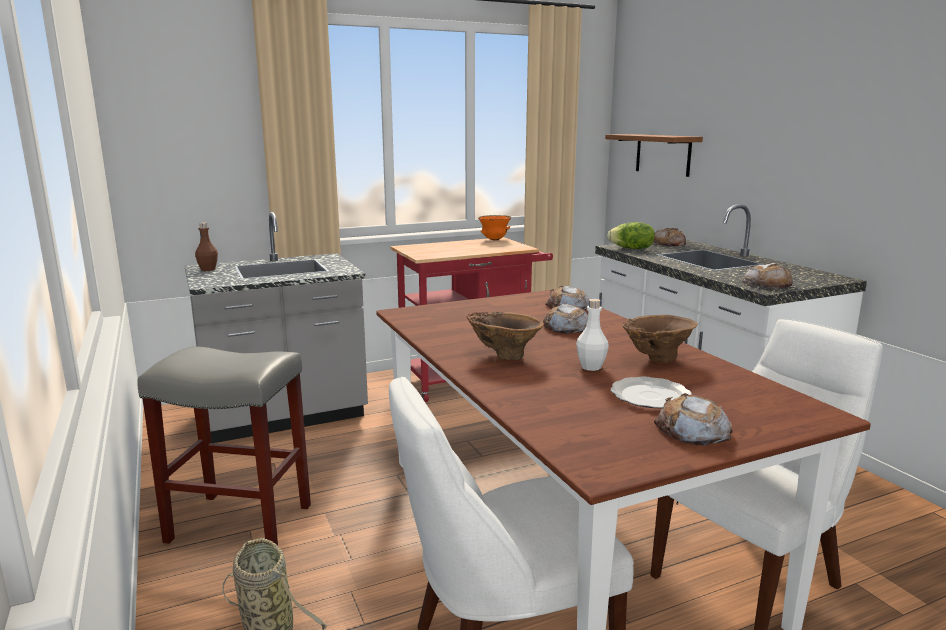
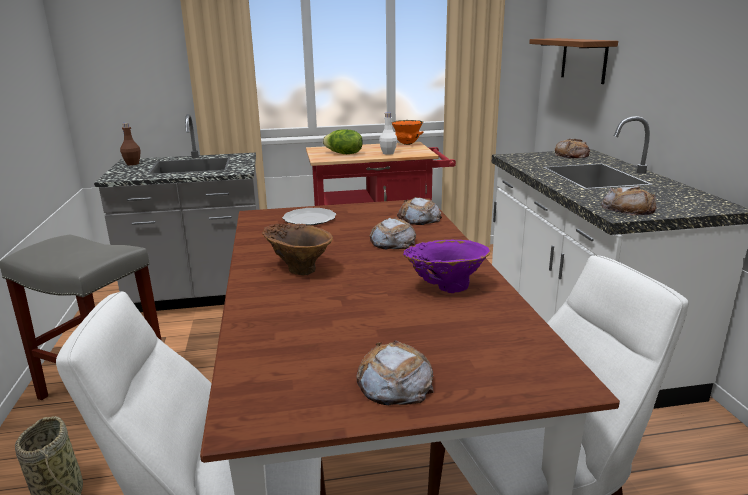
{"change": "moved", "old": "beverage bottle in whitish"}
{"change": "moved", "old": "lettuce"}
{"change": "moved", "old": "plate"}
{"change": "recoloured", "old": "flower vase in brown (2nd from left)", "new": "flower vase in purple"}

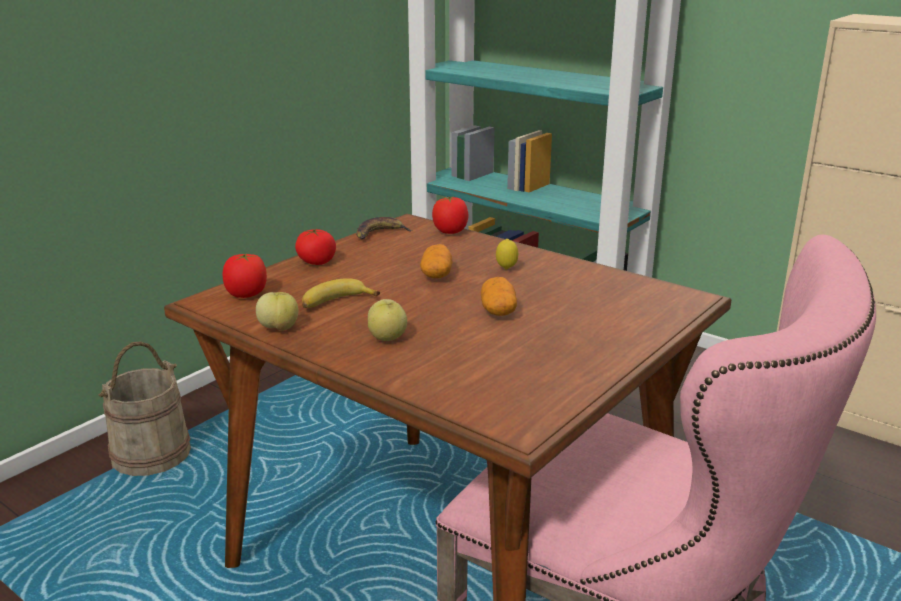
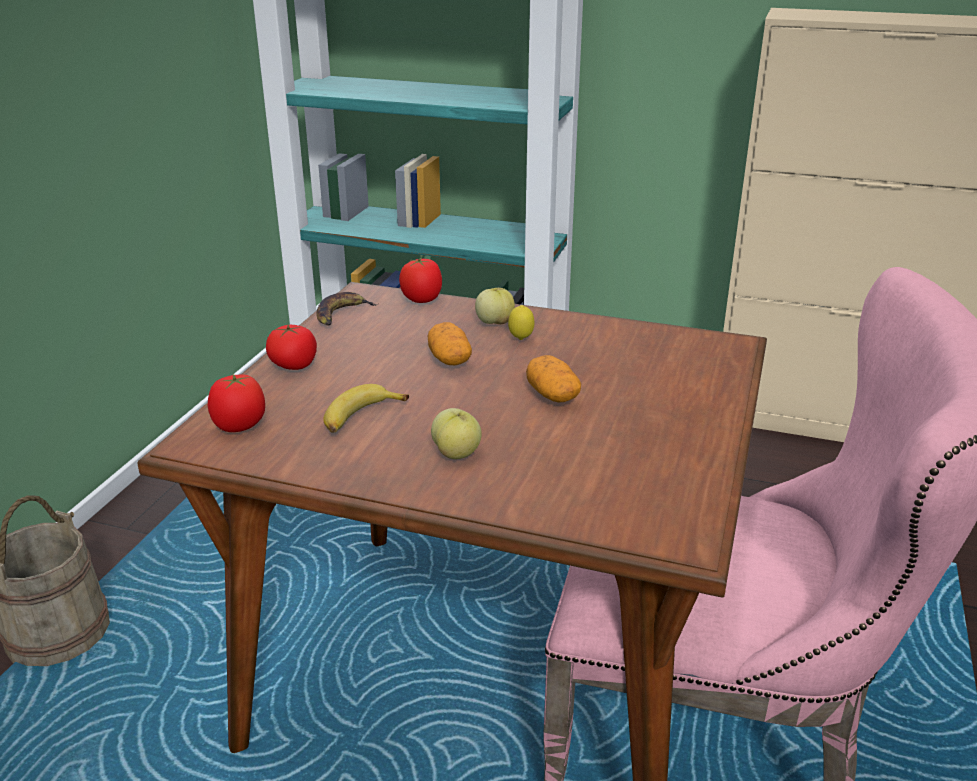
{"change": "moved", "old": "apple (1st from left in the first image)", "new": "apple (2nd from left)"}

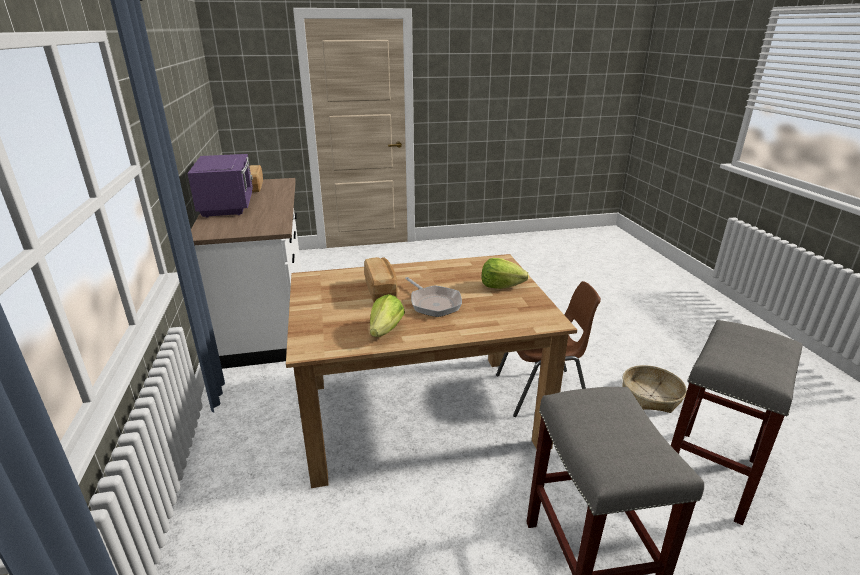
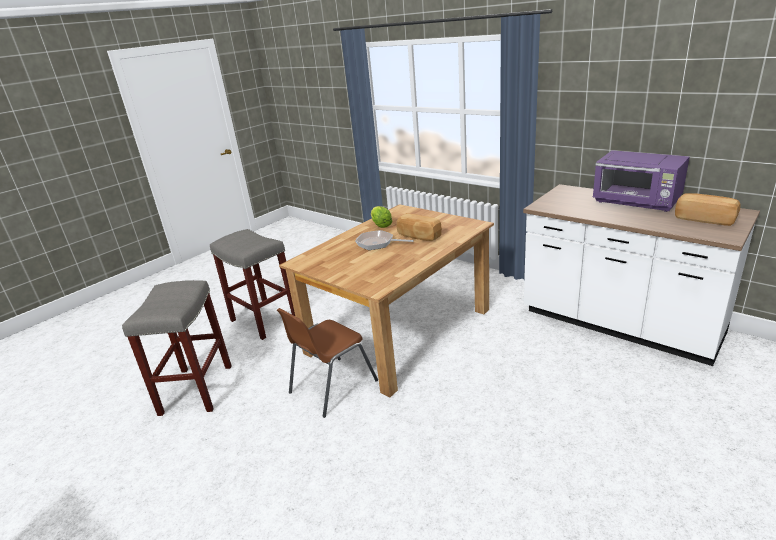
{"change": "removed", "old": "lettuce (2nd from left)"}
{"change": "removed", "old": "storage basket"}

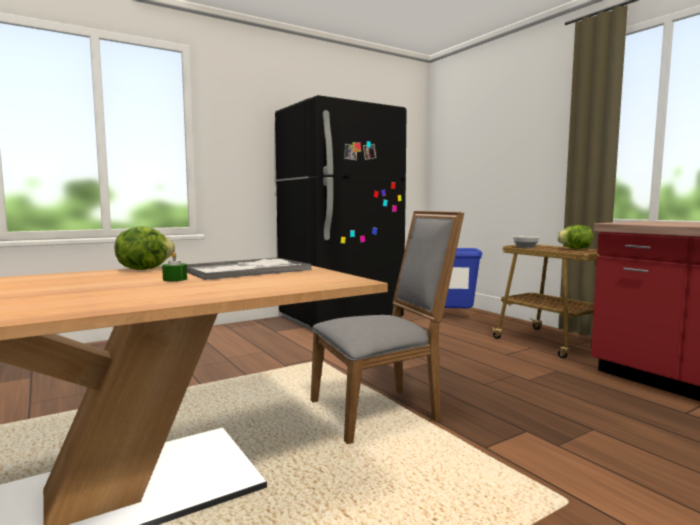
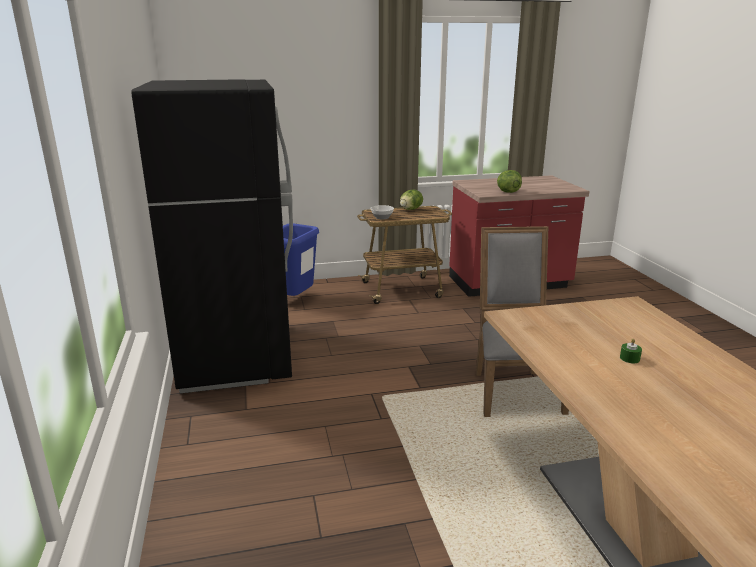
{"change": "moved", "old": "lettuce (1st from left in the first image)", "new": "lettuce (2nd from left)"}
{"change": "removed", "old": "tray"}

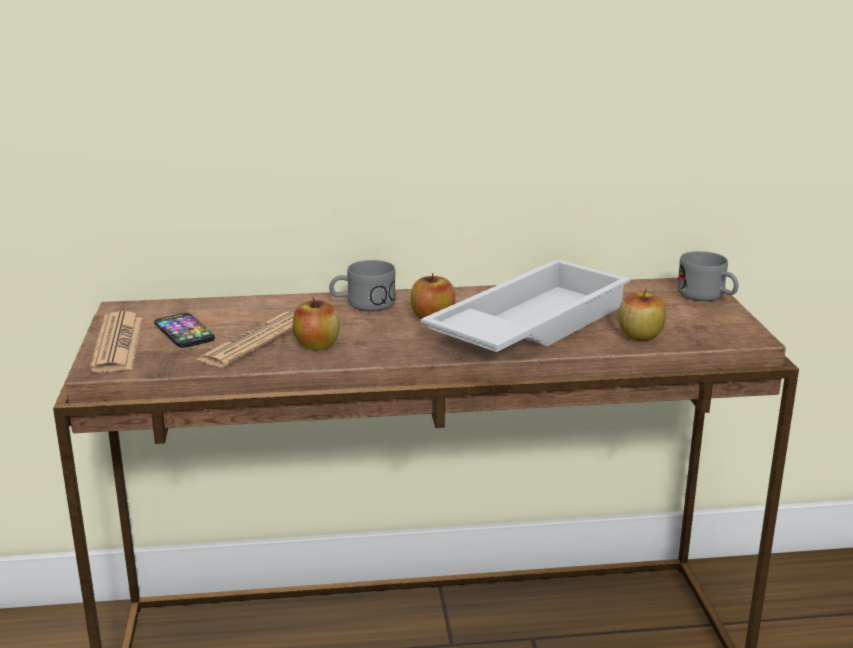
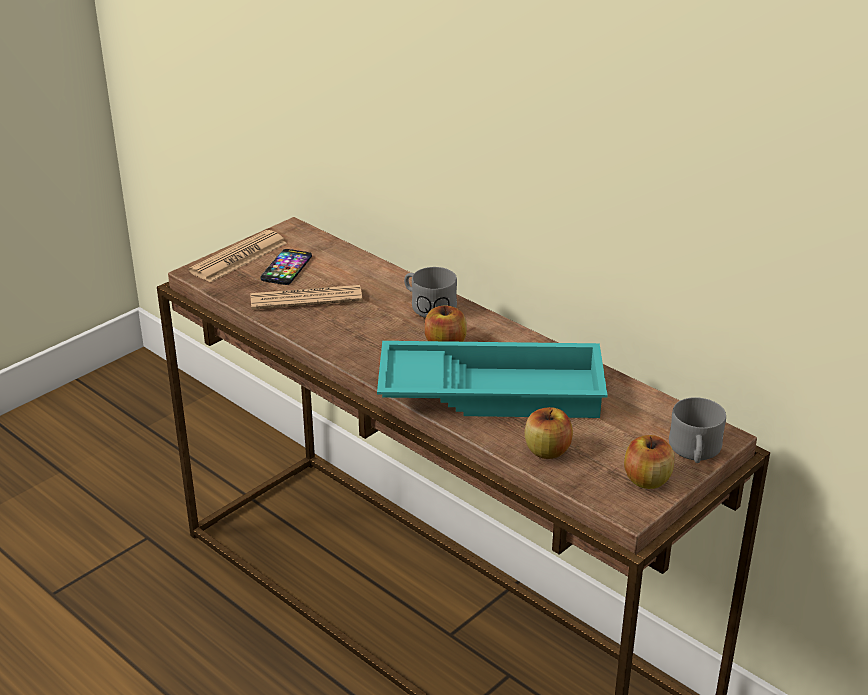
{"change": "moved", "old": "apple (1st from left in the first image)", "new": "apple (3rd from left)"}
{"change": "recoloured", "old": "tray in whitish", "new": "tray in turquoise-coloured"}

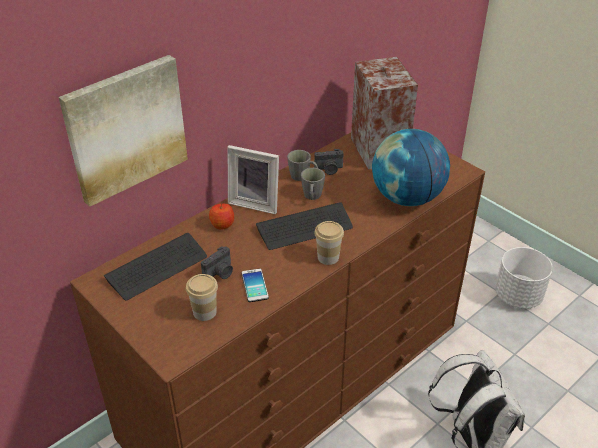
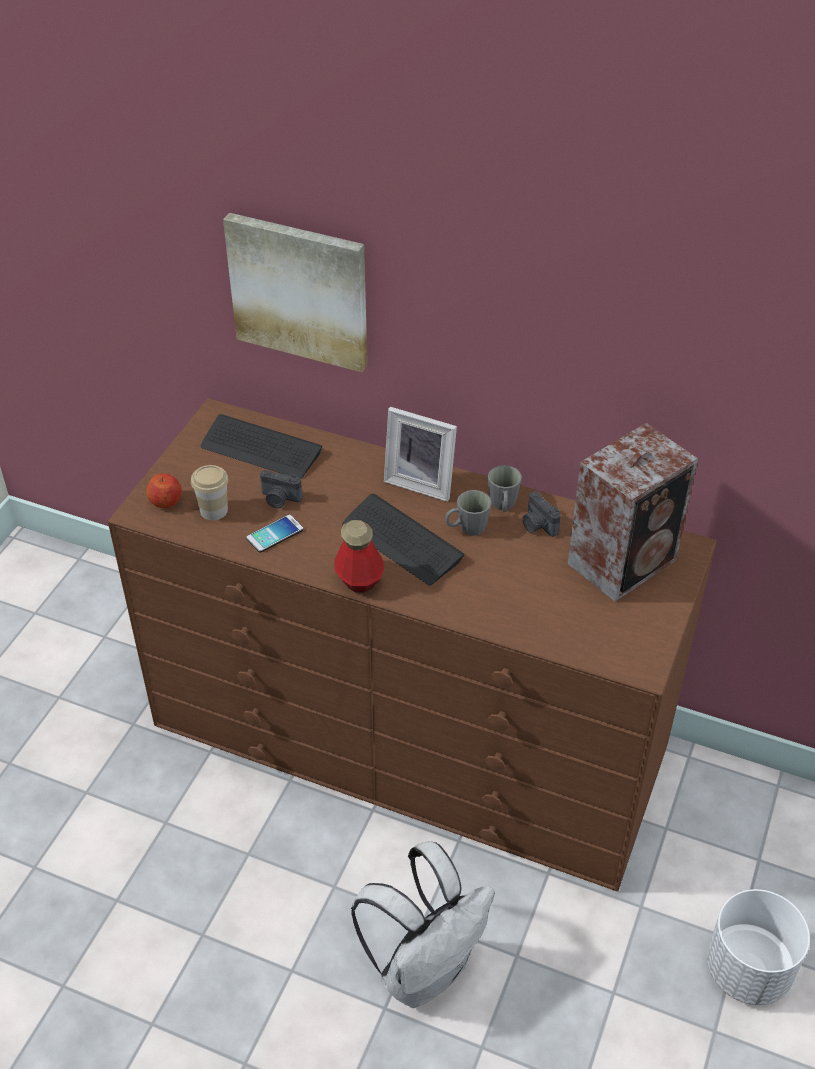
{"change": "moved", "old": "apple"}
{"change": "turned", "old": "photo frame", "degrees": -60}
{"change": "replaced", "old": "cup (2nd from left)", "new": "beverage bottle"}
{"change": "removed", "old": "desk globe"}

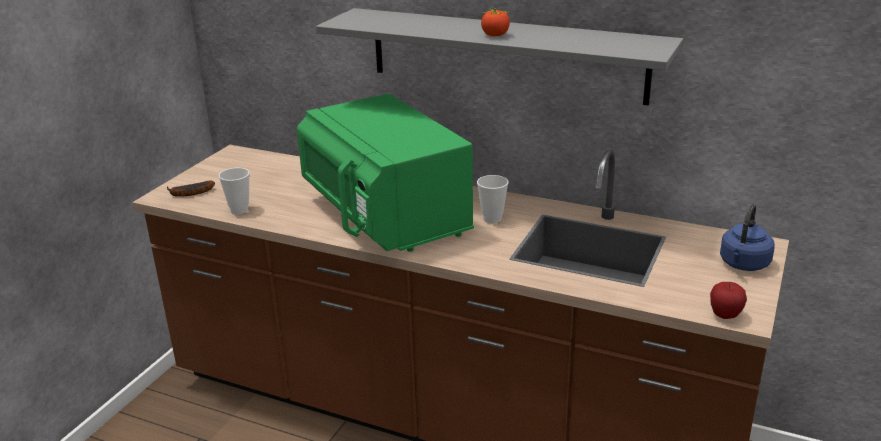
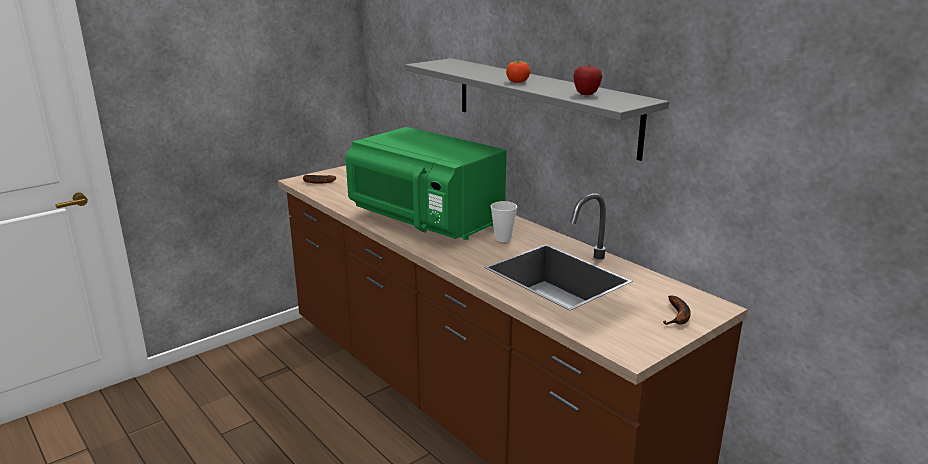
{"change": "removed", "old": "cup (1st from left)"}
{"change": "turned", "old": "microwave in green-coloured", "degrees": -45}
{"change": "moved", "old": "apple"}
{"change": "replaced", "old": "kettle in blue", "new": "whole banana (2nd from left)"}

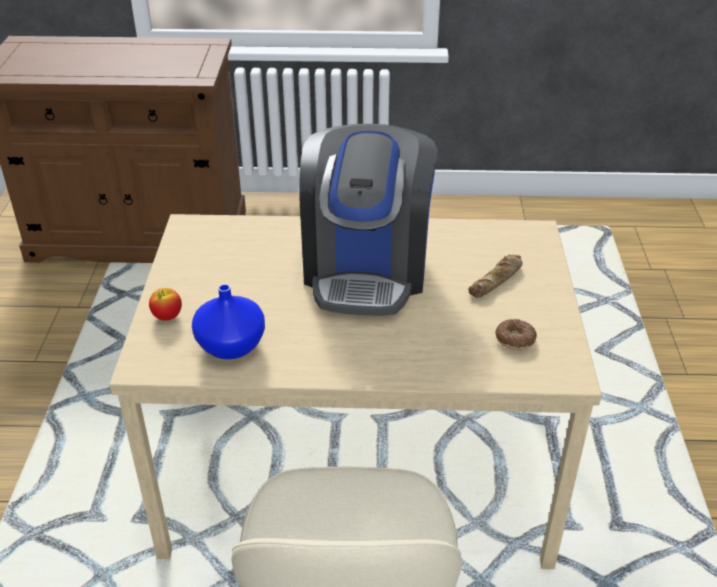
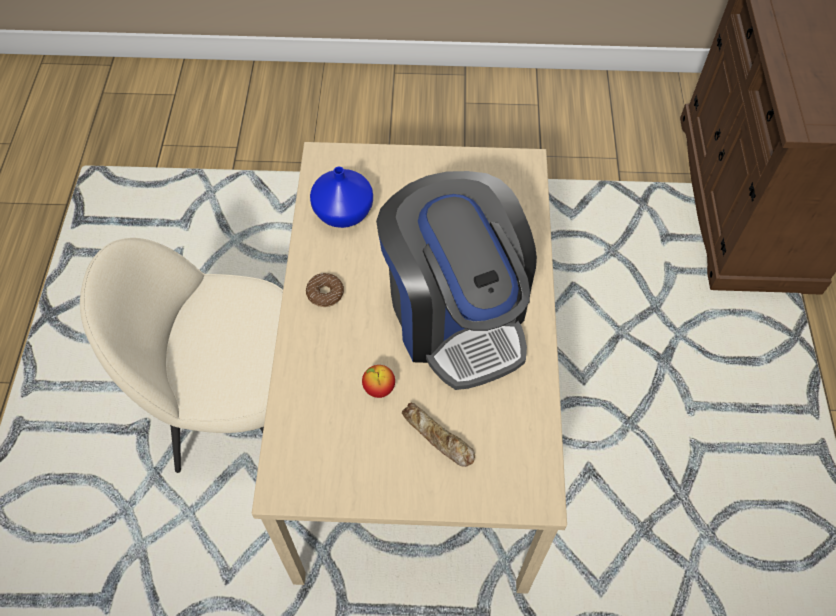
{"change": "moved", "old": "apple"}
{"change": "turned", "old": "coffee maker", "degrees": -120}
{"change": "moved", "old": "donut"}

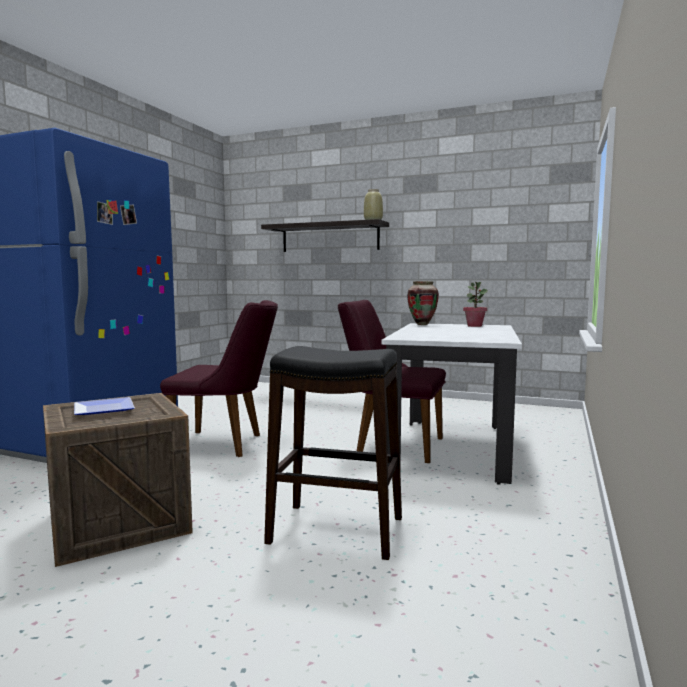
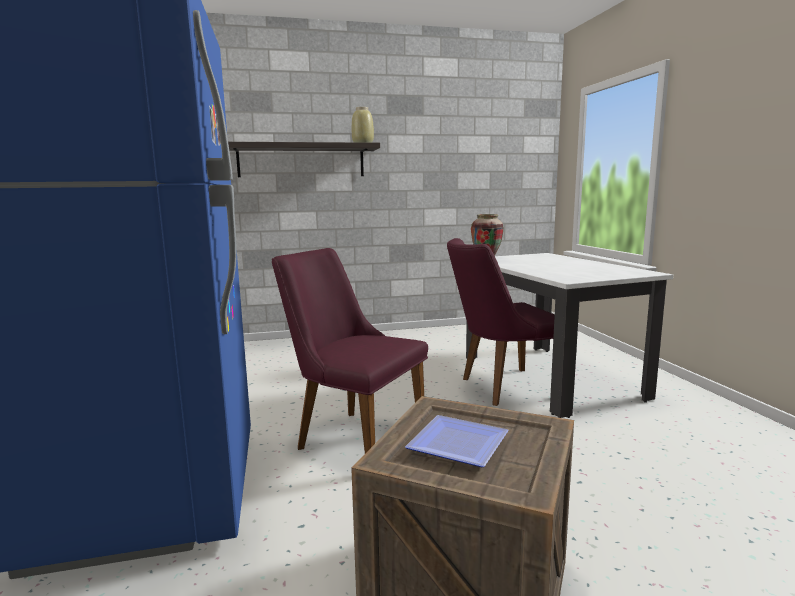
{"change": "turned", "old": "upright chair in purple (1st from left)", "degrees": -120}
{"change": "removed", "old": "stool seat in black-coloured"}
{"change": "removed", "old": "plant in a pot"}

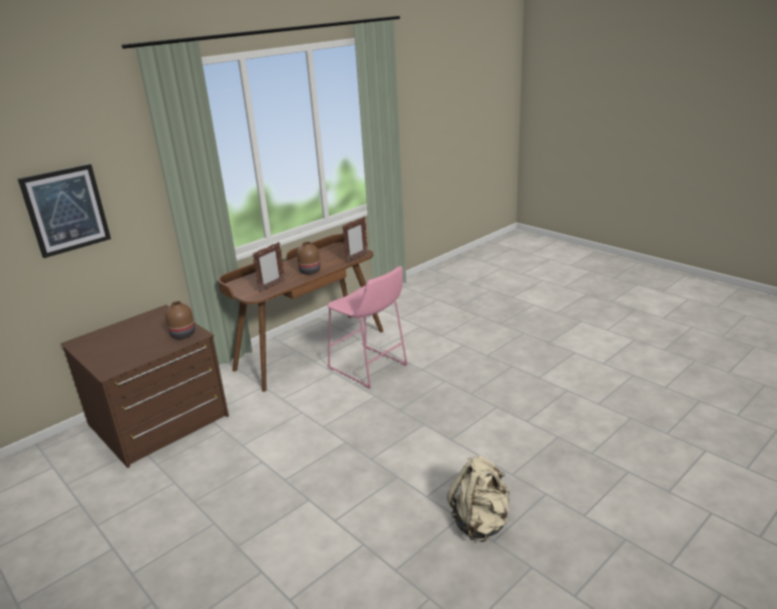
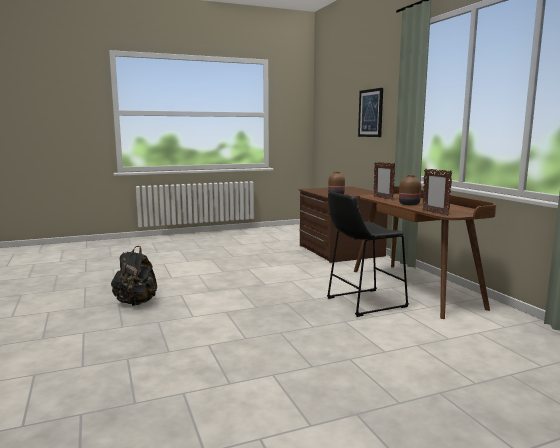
{"change": "recoloured", "old": "stool seat in pinkish", "new": "stool seat in black-coloured"}
{"change": "recoloured", "old": "backpack in beige-coloured", "new": "backpack in black-coloured"}

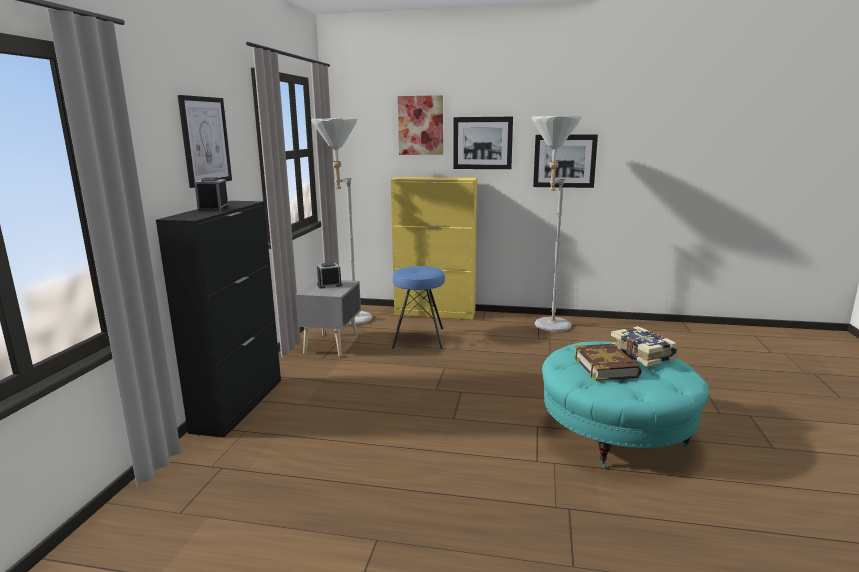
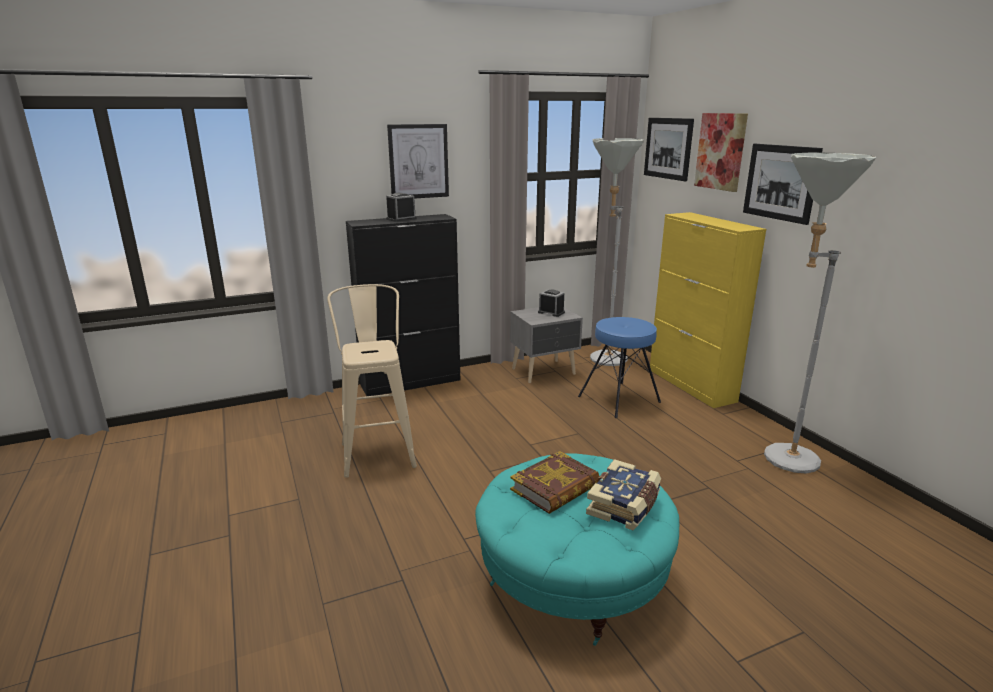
{"change": "moved", "old": "wall picture (4th from left in the first image)", "new": "wall picture (2nd from left)"}
{"change": "added", "new": "stool seat in beige-coloured"}

